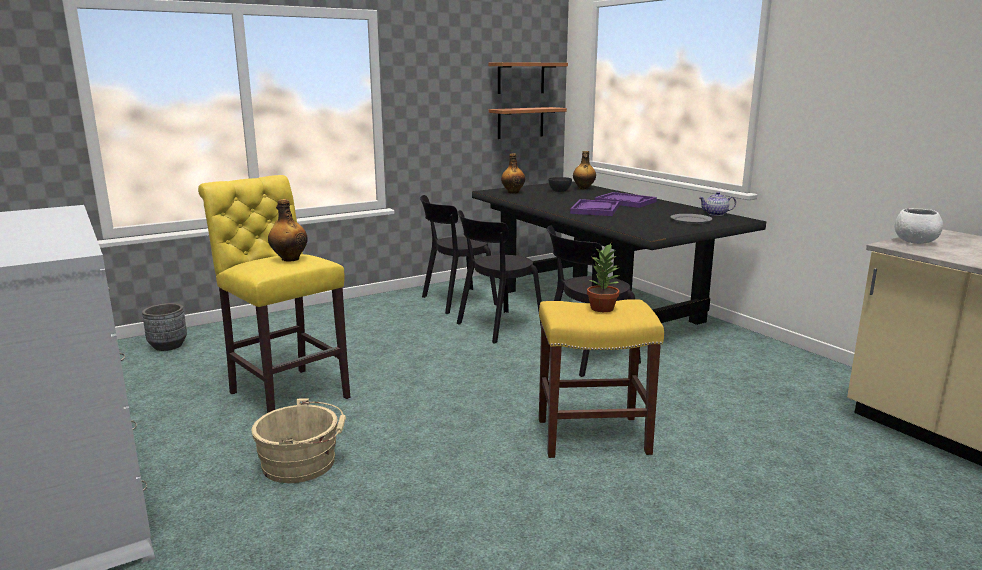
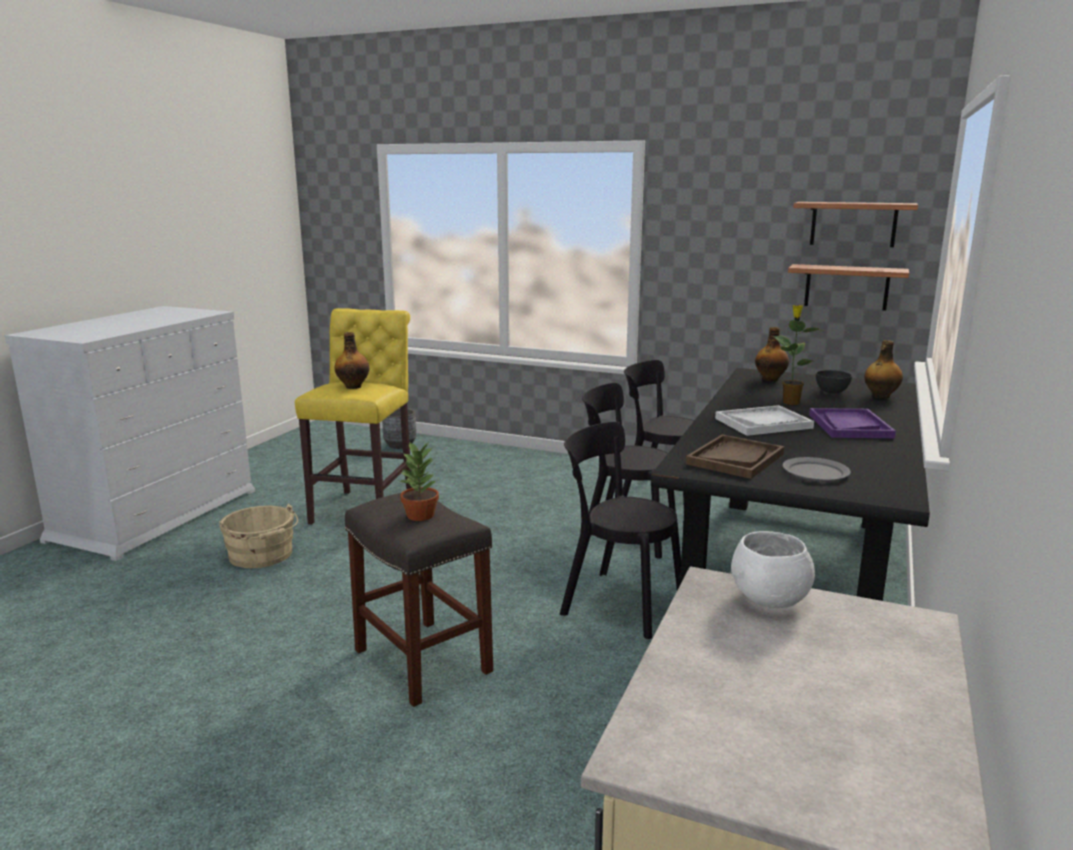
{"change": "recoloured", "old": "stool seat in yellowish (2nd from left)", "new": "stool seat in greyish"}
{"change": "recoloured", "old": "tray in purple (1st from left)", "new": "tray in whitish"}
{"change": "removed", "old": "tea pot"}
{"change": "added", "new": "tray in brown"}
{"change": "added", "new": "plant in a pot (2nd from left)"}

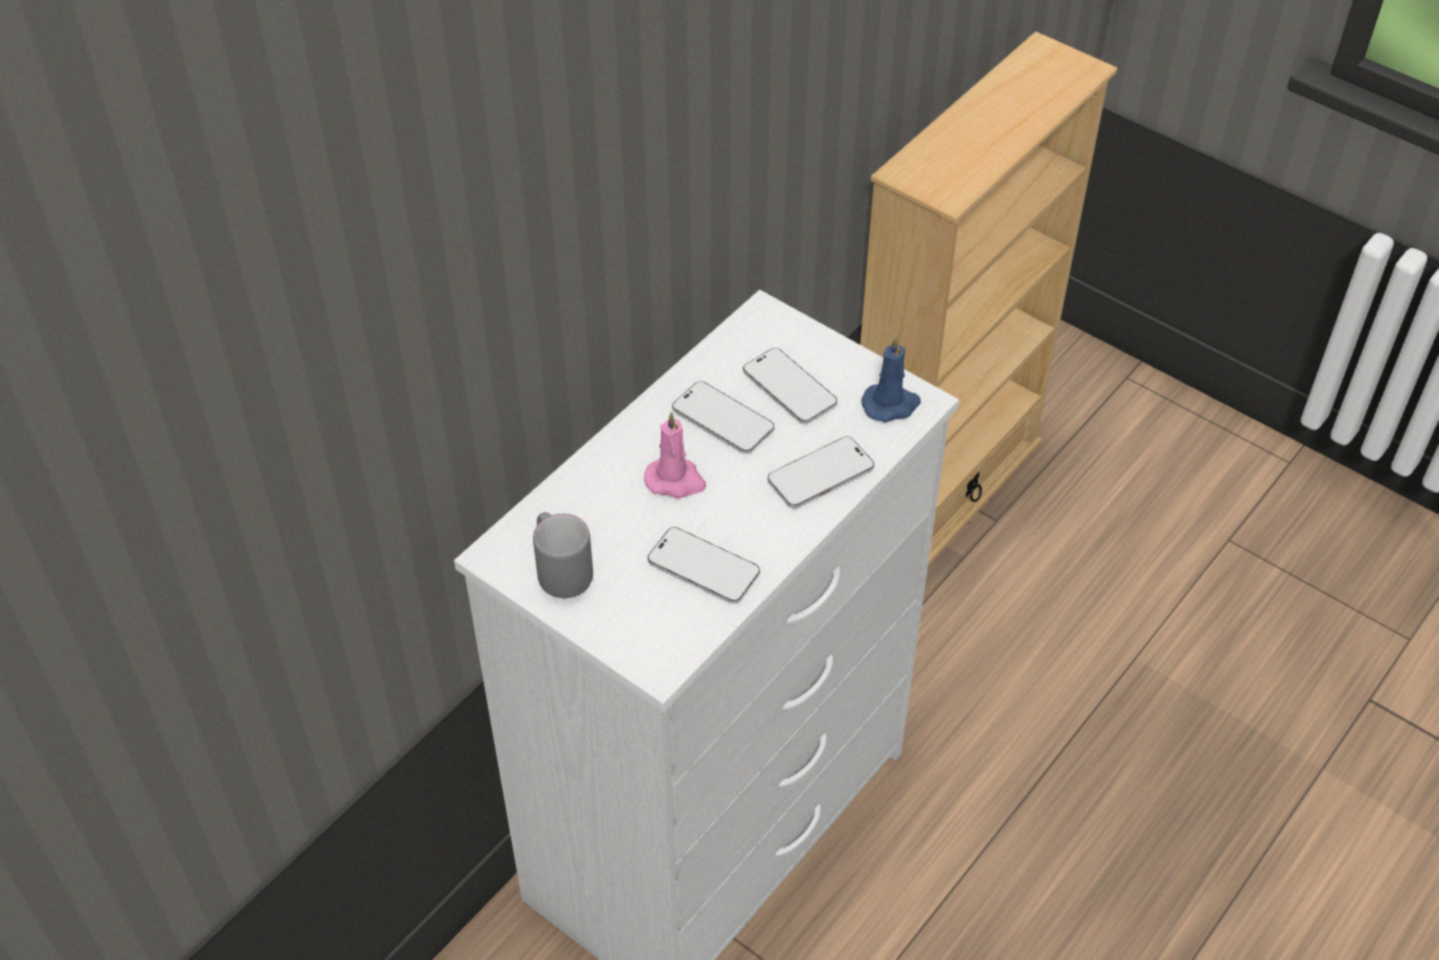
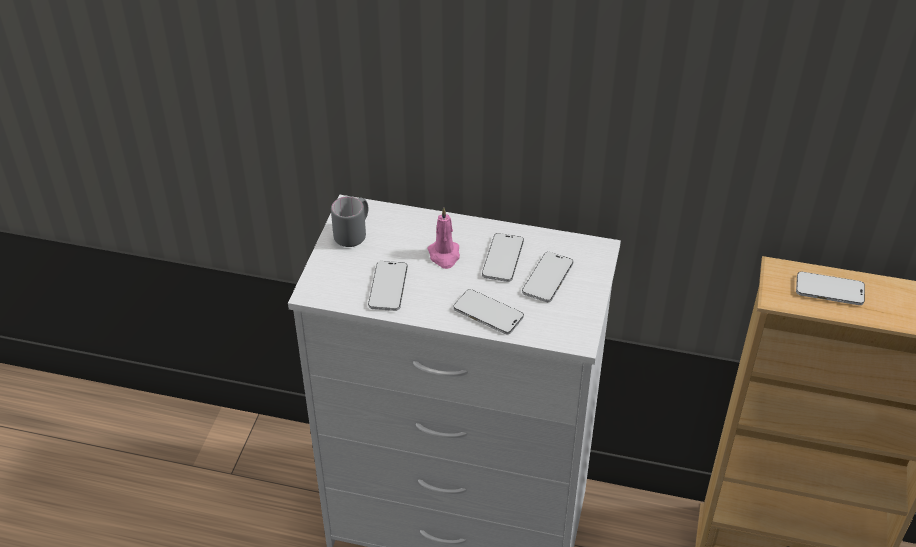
{"change": "removed", "old": "wax light in blue"}
{"change": "added", "new": "handset (5th from left)"}

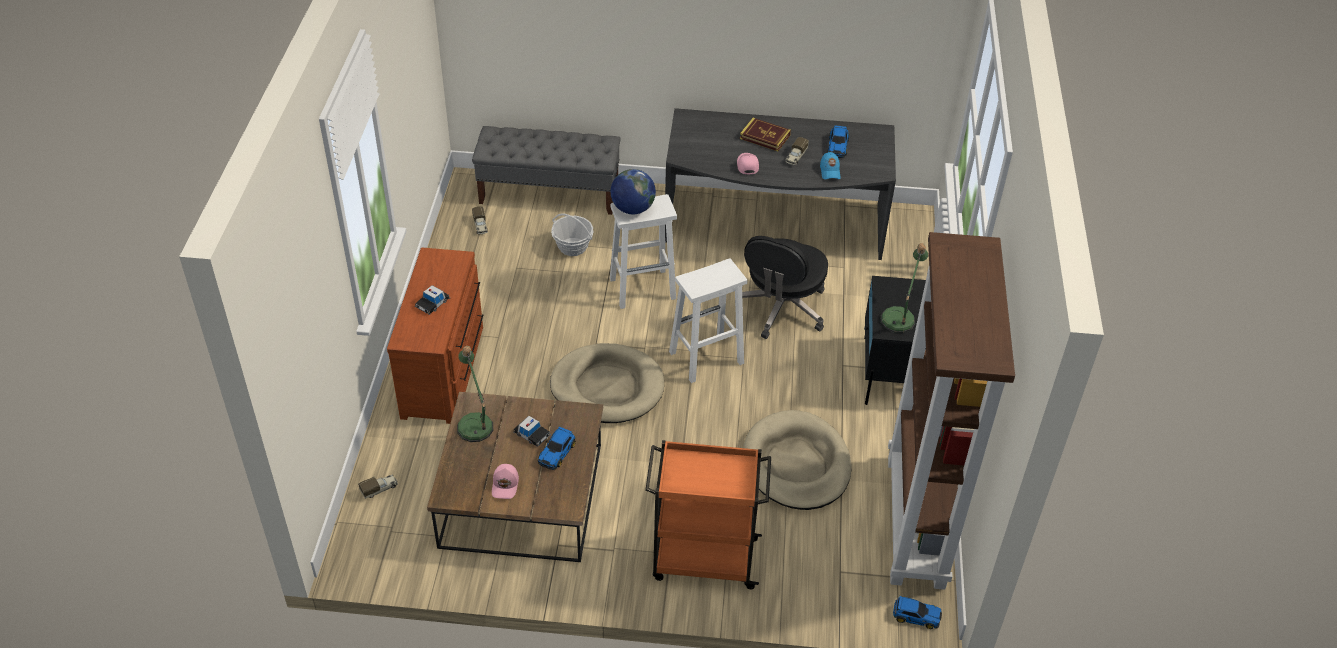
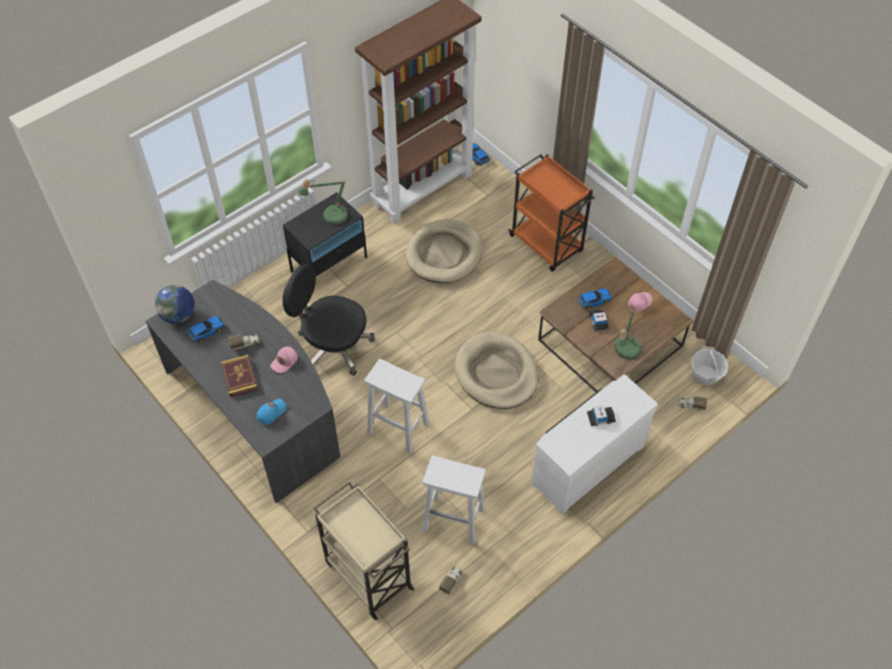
{"change": "recoloured", "old": "dresser in brown", "new": "dresser in whitish"}
{"change": "replaced", "old": "indoor bench in greyish", "new": "wheeled cart in beige-coloured"}
{"change": "moved", "old": "storage basket"}
{"change": "moved", "old": "desk globe"}
{"change": "moved", "old": "stool seat in whitish (2nd from left)"}
{"change": "turned", "old": "computer chair in black-coloured", "degrees": -135}
{"change": "moved", "old": "peaked cap in blue"}

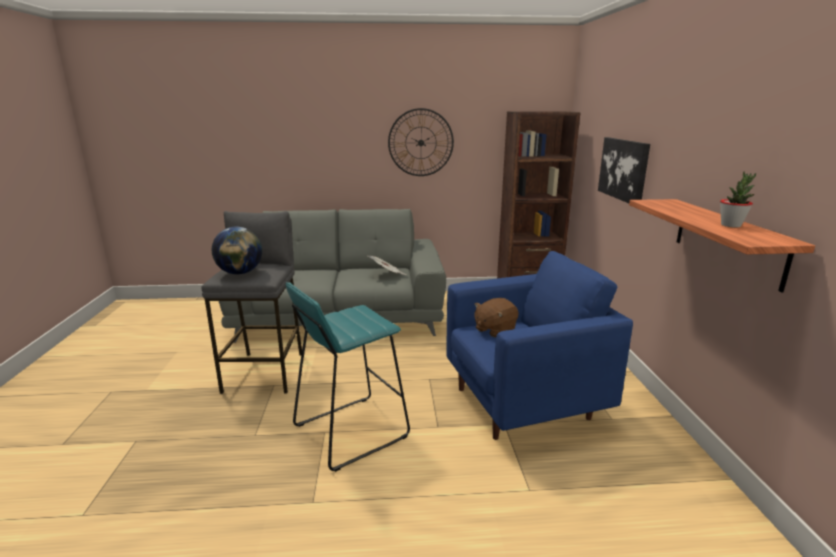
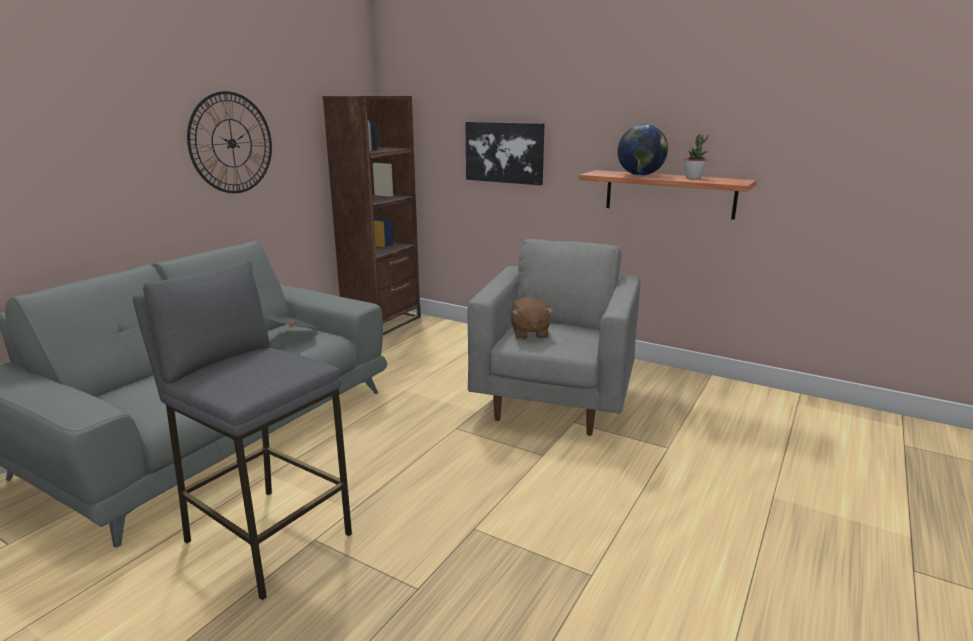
{"change": "moved", "old": "desk globe"}
{"change": "removed", "old": "stool seat in turquoise-coloured"}
{"change": "recoloured", "old": "armchair in blue", "new": "armchair in greyish"}

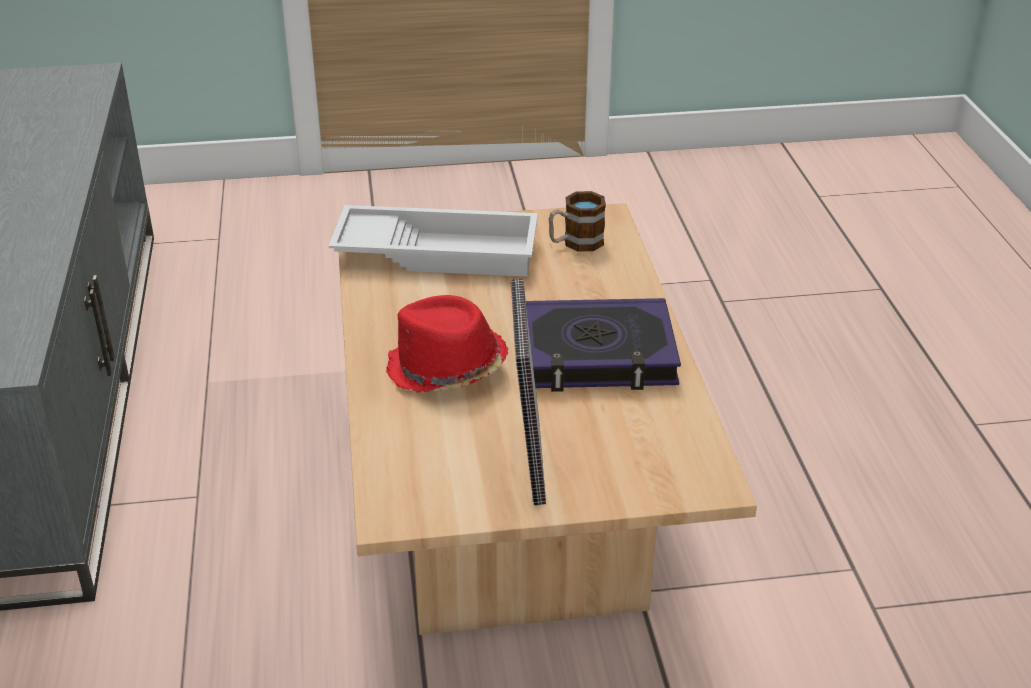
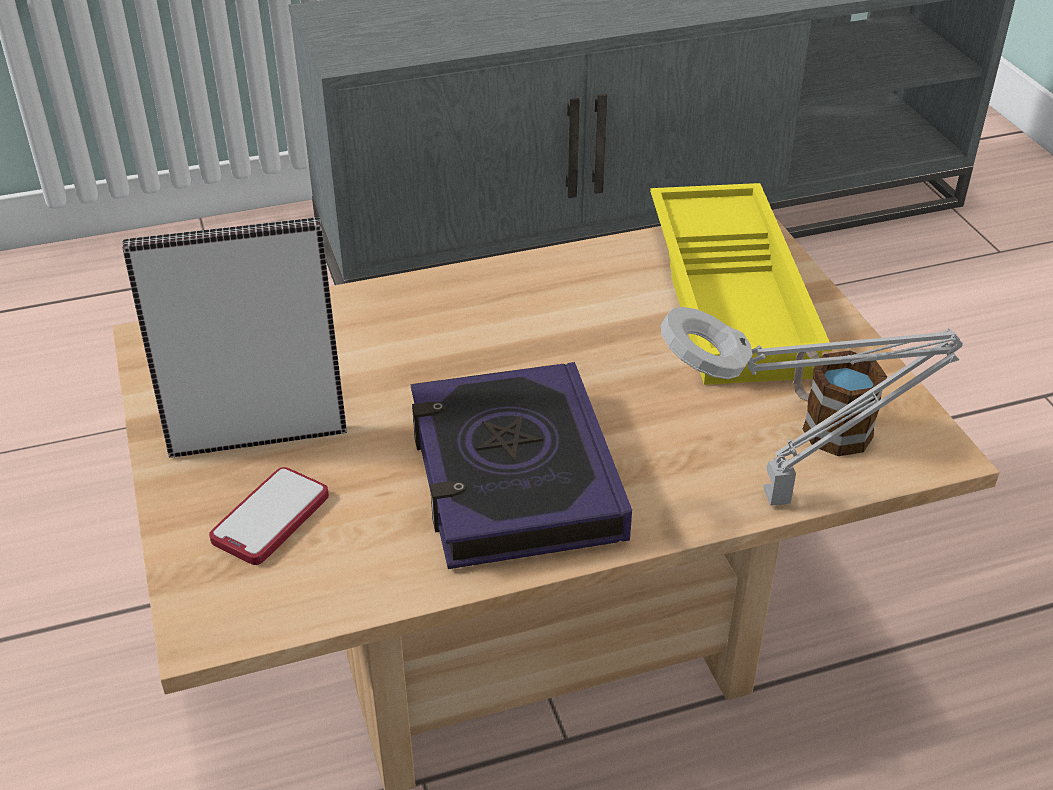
{"change": "recoloured", "old": "tray in whitish", "new": "tray in yellowish"}
{"change": "removed", "old": "wearable hat in reddish"}
{"change": "added", "new": "handset"}
{"change": "added", "new": "tabletop lamp in greyish"}

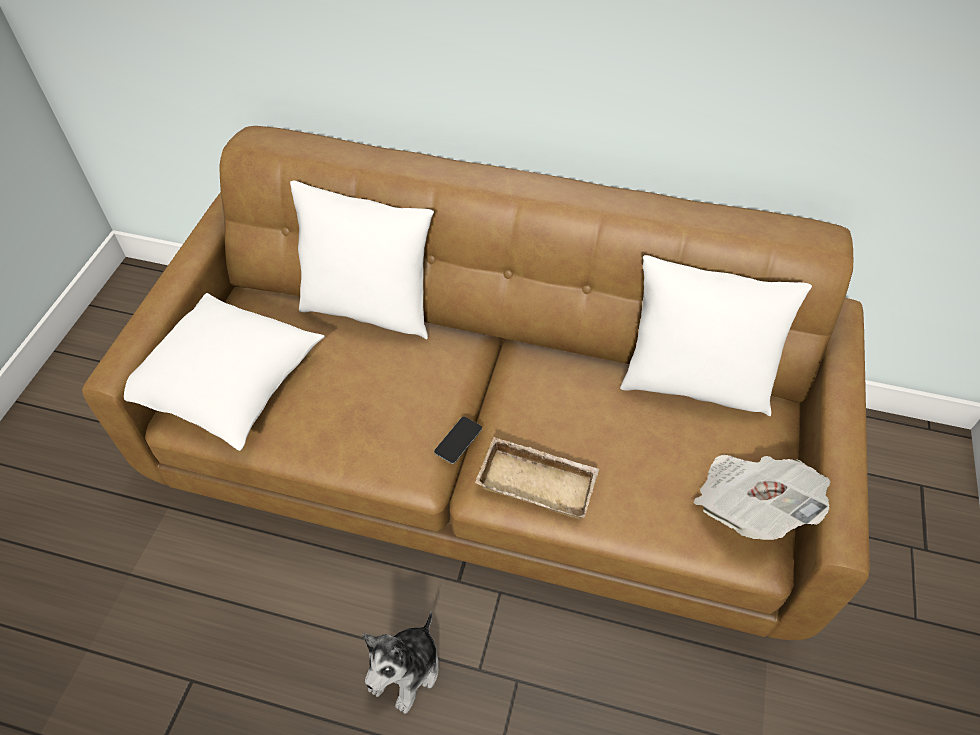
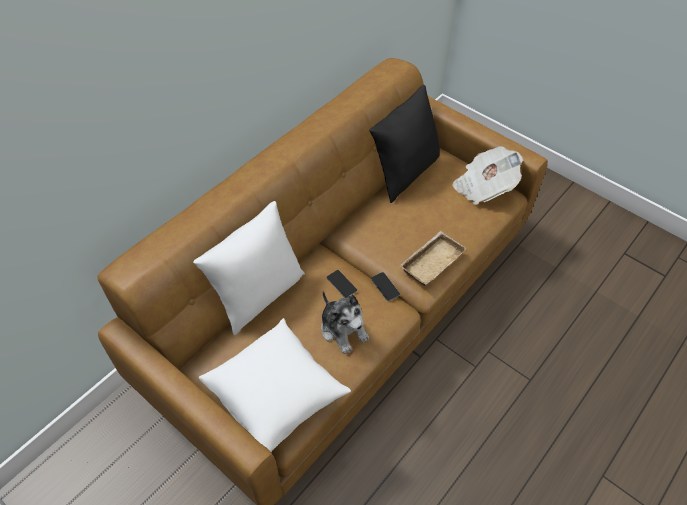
{"change": "moved", "old": "soft toy"}
{"change": "recoloured", "old": "cushion in whitish (3rd from left)", "new": "cushion in black-coloured"}
{"change": "added", "new": "handset (1st from left)"}

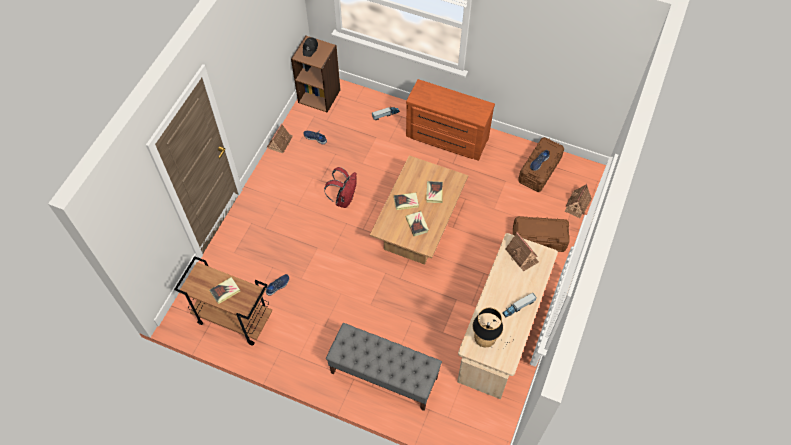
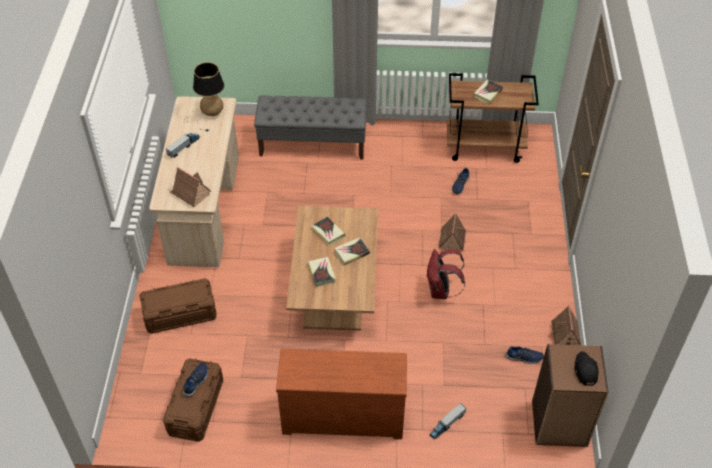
{"change": "moved", "old": "toy house (3rd from left in the first image)", "new": "toy house (2nd from left)"}

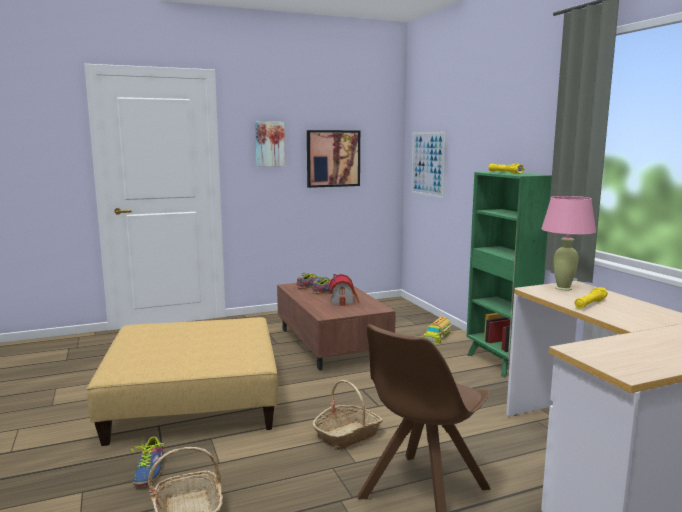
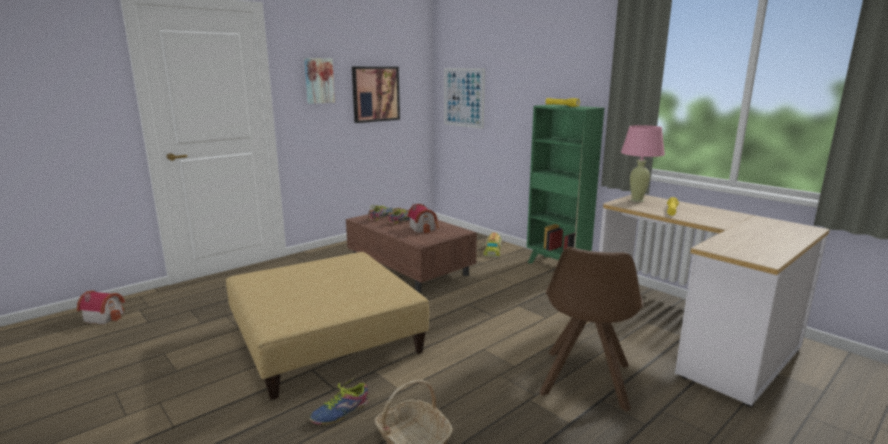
{"change": "turned", "old": "low shoe (1st from left)", "degrees": 75}
{"change": "removed", "old": "storage basket (2nd from left)"}
{"change": "added", "new": "toy house (1st from left)"}

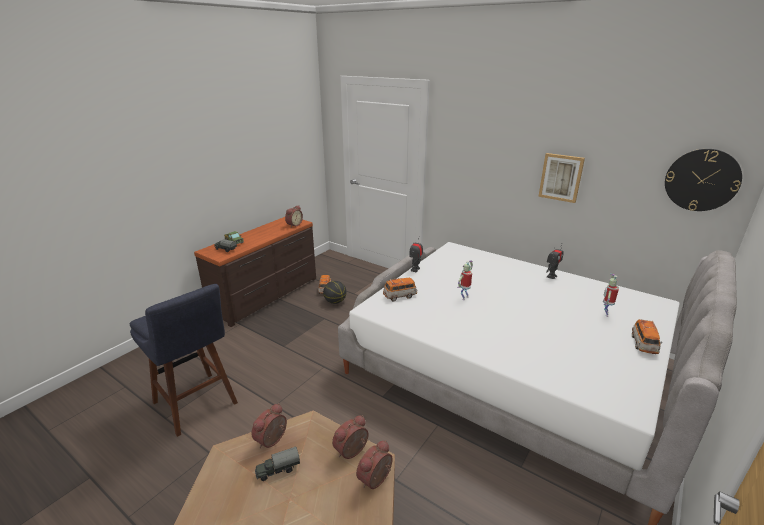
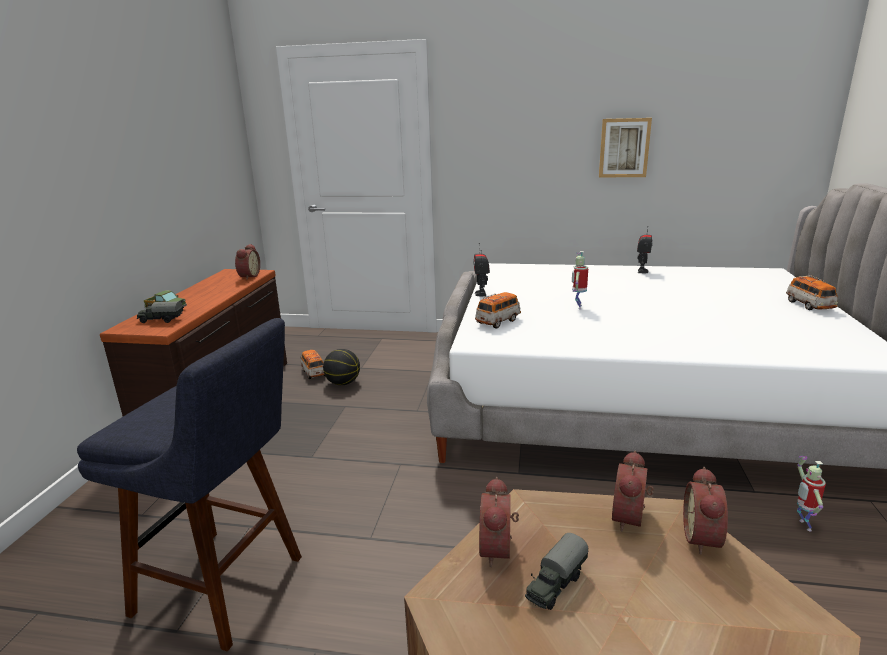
{"change": "moved", "old": "toy robot (4th from left)"}
{"change": "removed", "old": "clock on the wall"}

